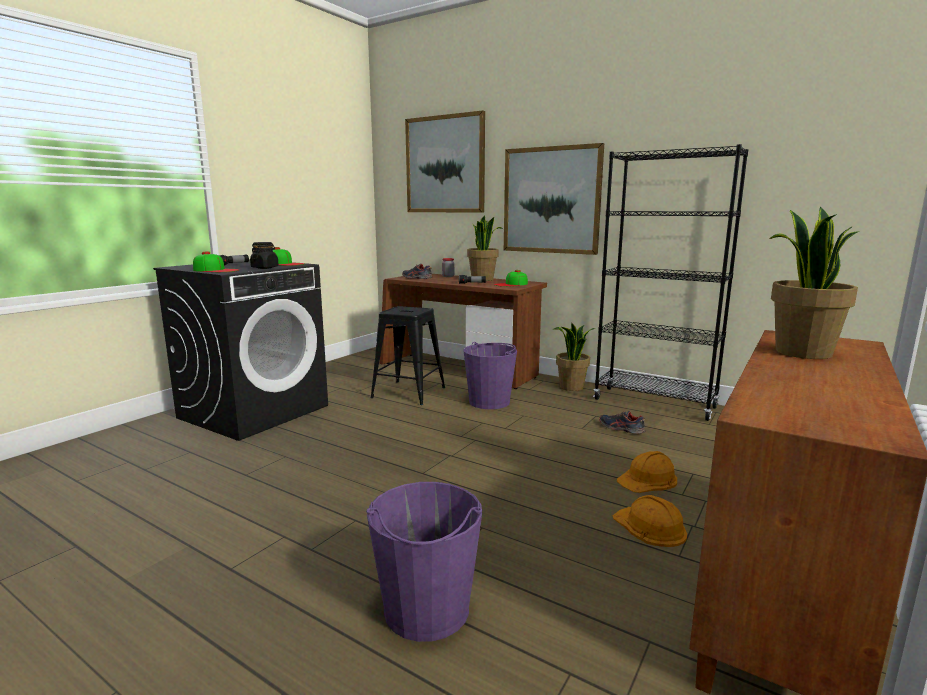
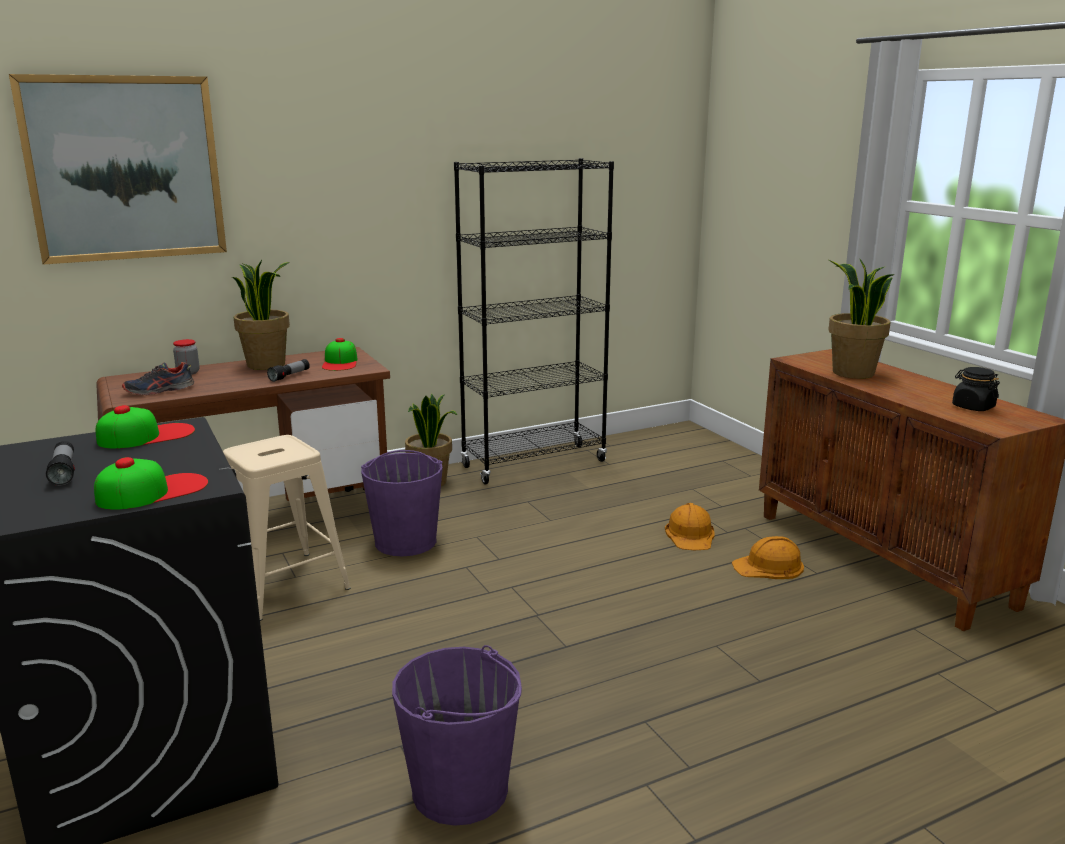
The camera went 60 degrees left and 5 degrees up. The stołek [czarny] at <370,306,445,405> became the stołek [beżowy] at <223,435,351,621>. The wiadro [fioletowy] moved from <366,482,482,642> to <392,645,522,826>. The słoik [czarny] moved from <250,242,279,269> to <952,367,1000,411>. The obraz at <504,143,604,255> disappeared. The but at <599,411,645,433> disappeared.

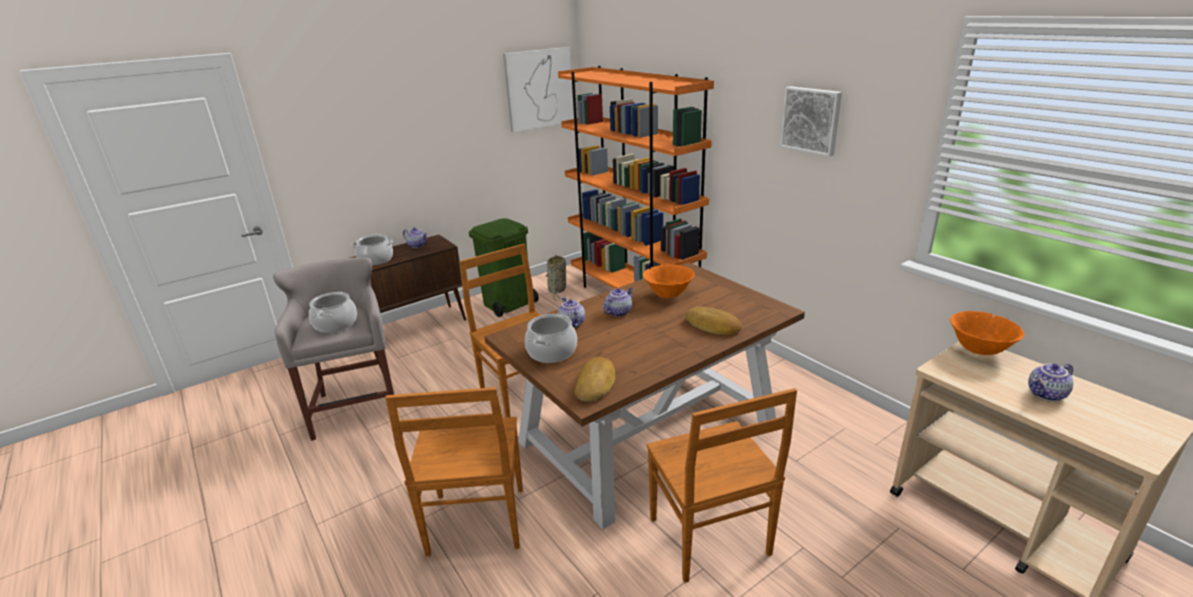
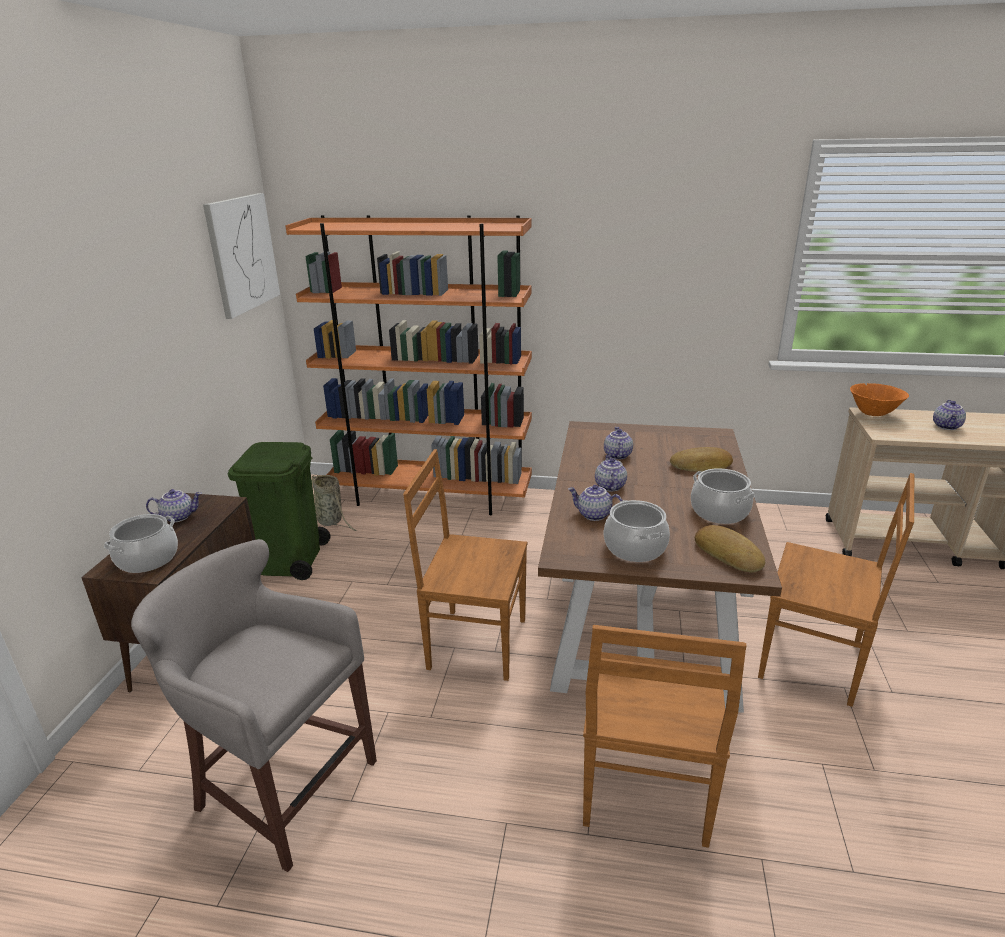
The camera went 45 degrees left and 0 degrees up. The krzesło [brązowy] at <385,387,523,557> turned 60 degrees clockwise. The miska [pomarańczowy] at <643,264,694,298> was replaced by the imbryk at <604,427,633,460>. The garnek moved from <309,292,357,333> to <691,468,755,524>. The obraz at <780,86,842,157> disappeared.

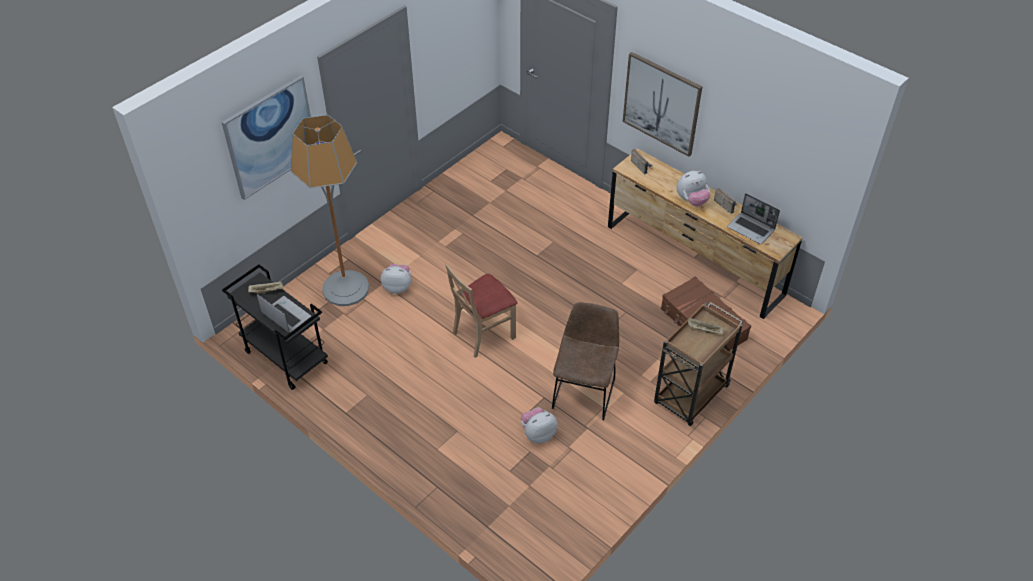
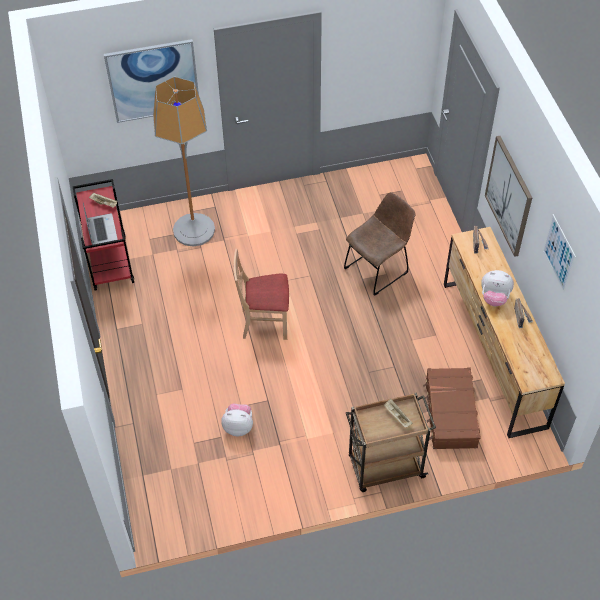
The camera went 35 degrees right and 5 degrees up. The wózek [czarny] at <222,264,328,390> became the wózek [czerwony] at <72,179,134,291>. The krzesło [brązowy] moved from <552,302,619,420> to <344,192,416,296>. The obraz at <543,214,576,293> appeared. The pluszak at <381,264,411,294> disappeared. The laptop at <727,193,780,244> disappeared.

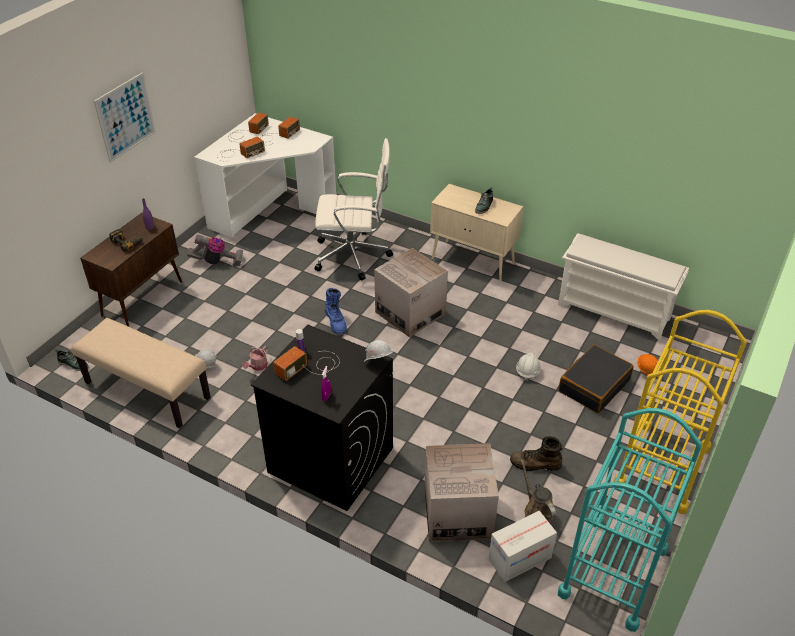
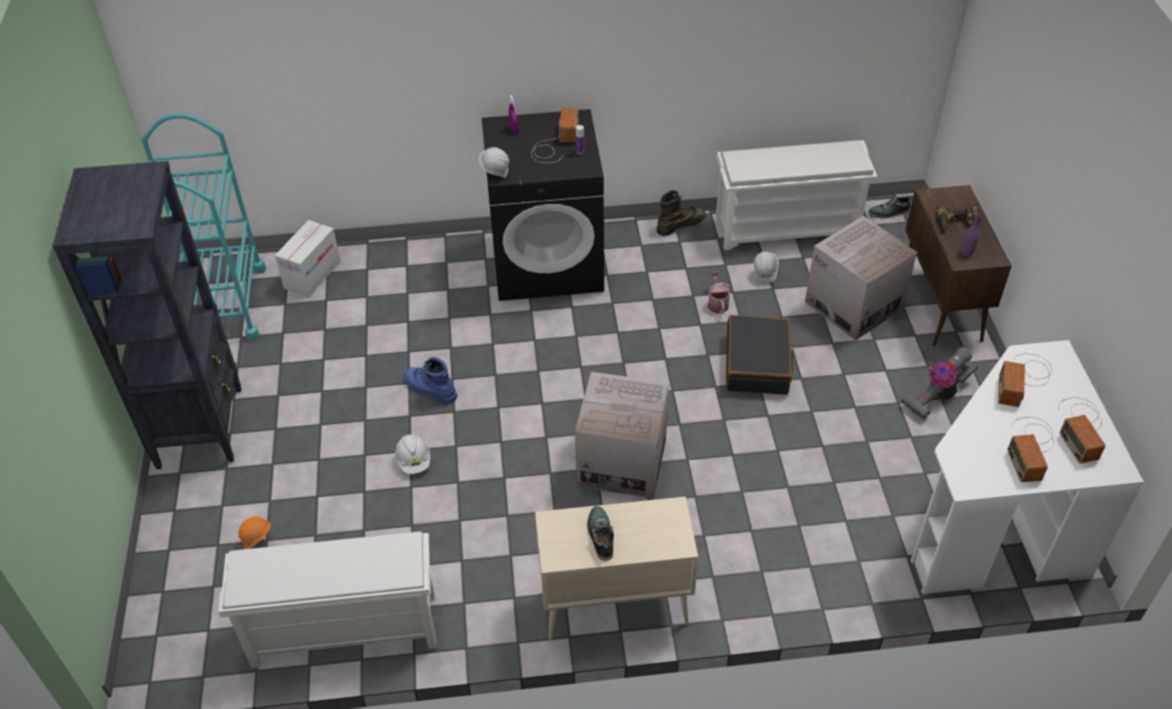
The camera went 145 degrees right and 5 degrees up. The wózek [żółty] at <614,310,747,514> was replaced by the regał [czarny] at <53,161,241,469>. The but z cholewką [niebieski] moved from <325,288,347,334> to <404,357,457,404>. The but z cholewką [brązowy] moved from <510,436,563,471> to <657,190,706,236>. The ławka [beżowy] at <71,318,211,428> was replaced by the regał na buty [biały] at <716,140,878,250>. The walizka [czarny] moved from <559,345,634,413> to <726,315,795,395>. The karton moved from <424,443,499,542> to <805,216,917,341>. The obraz at <94,73,156,163> disappeared. The krzesło biurowe [biały] at <314,138,393,280> disappeared. The konewka [brązowy] at <521,460,556,523> disappeared.

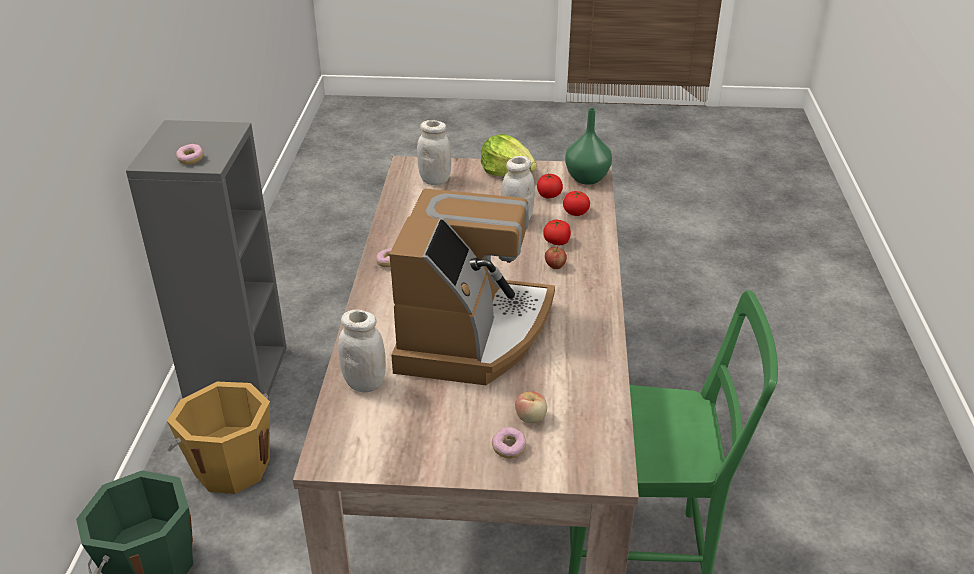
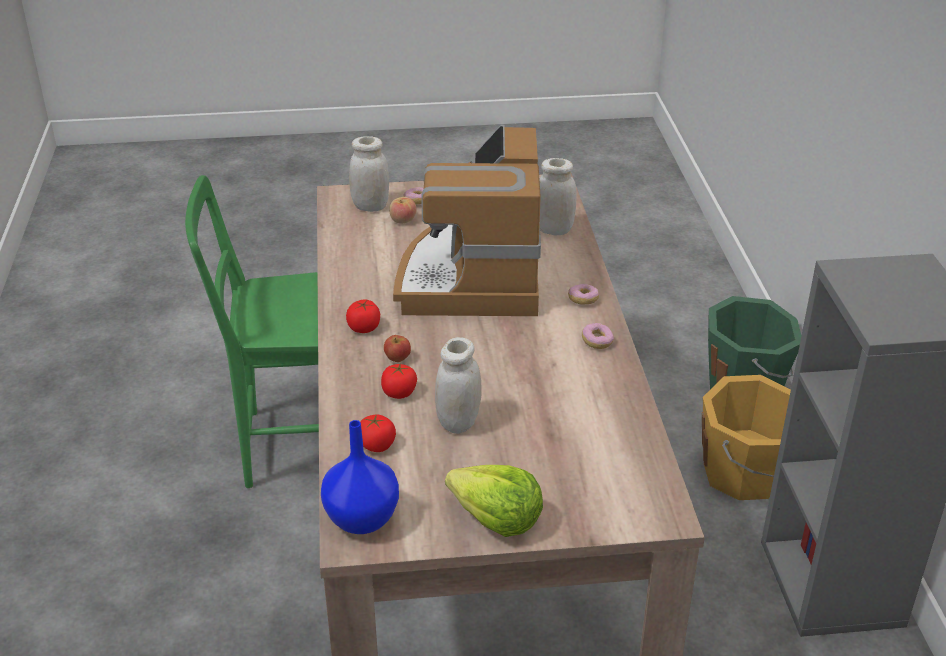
The camera went 170 degrees right and 0 degrees up. The wazon [zielony] at <565,108,612,185> became the wazon [niebieski] at <321,420,399,534>. The pomidor moved from <537,174,563,198> to <346,299,380,333>. The słoik [biały] moved from <417,120,451,185> to <349,136,389,212>. The donut moved from <176,144,204,165> to <568,284,599,305>.

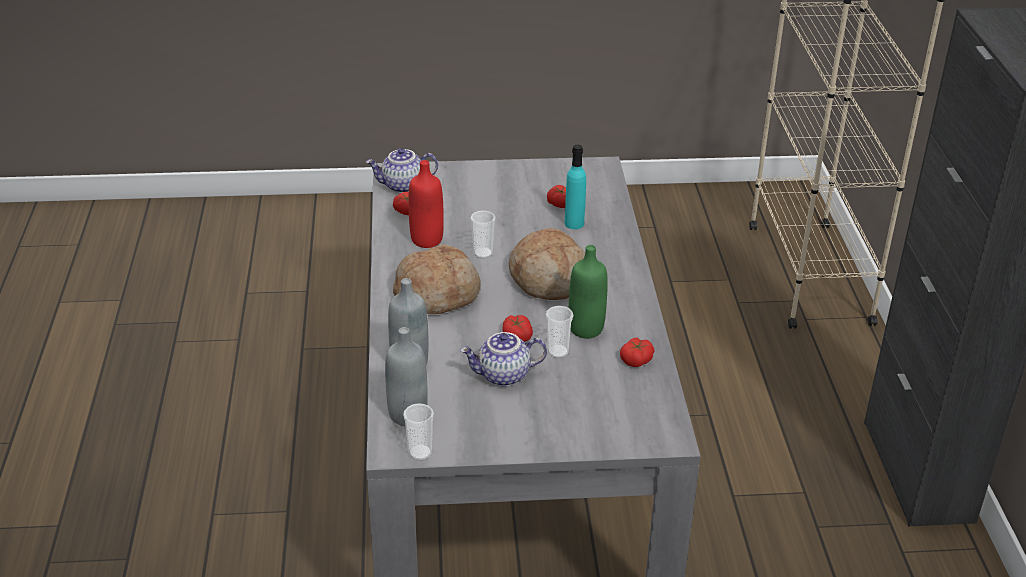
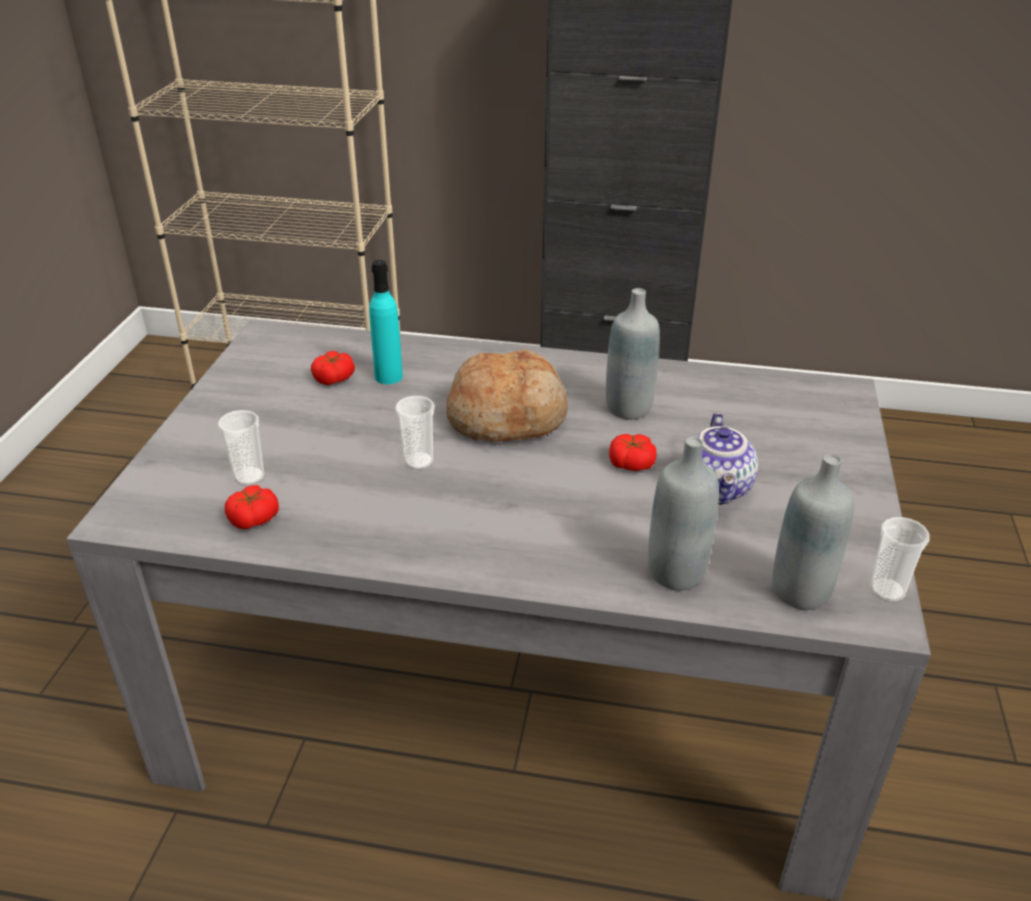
The camera went 75 degrees left and 0 degrees up. The filiżanka moved from <546,306,573,358> to <218,410,264,486>. The butelka [zielony] at <569,245,608,339> became the butelka [szary] at <606,288,660,420>. The imbryk at <366,148,438,193> disappeared. The chleb at <393,244,481,314> disappeared. The butelka [czerwony] at <408,160,444,248> disappeared. The pomidor at <620,338,655,367> disappeared.

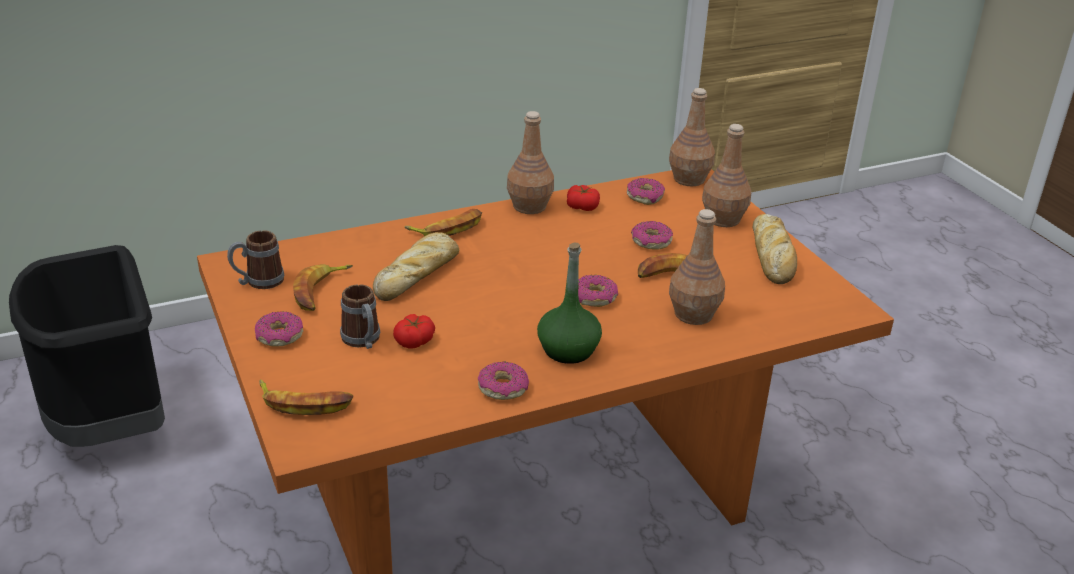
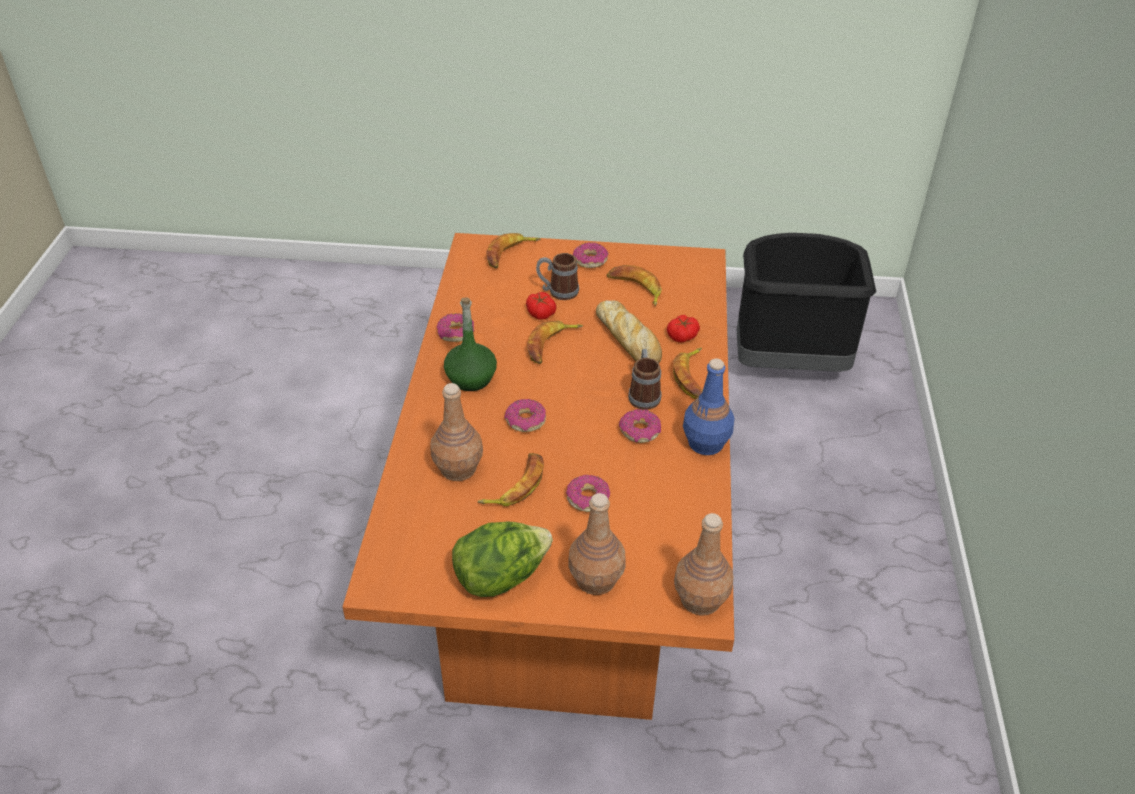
The camera went 120 degrees right and 10 degrees up. The chleb at <753,214,797,284> was replaced by the sałata at <452,522,553,597>. The banan at <527,321,583,364> appeared. The donut moved from <627,178,665,205> to <619,409,661,443>. The kubek moved from <227,230,284,289> to <628,349,661,410>. The pomidor moved from <567,185,600,211> to <667,315,700,342>. The butelka [brązowy] at <507,111,554,214> became the butelka [niebieski] at <683,359,734,455>.

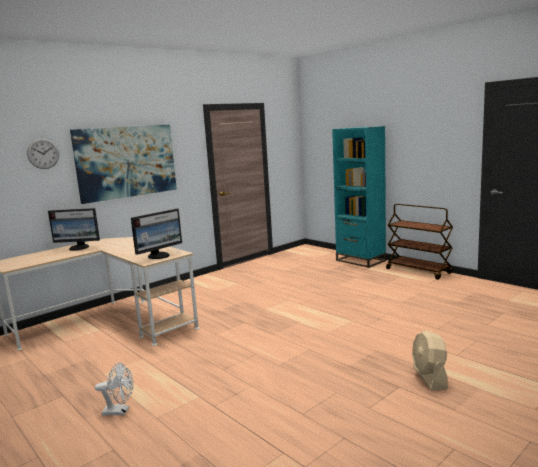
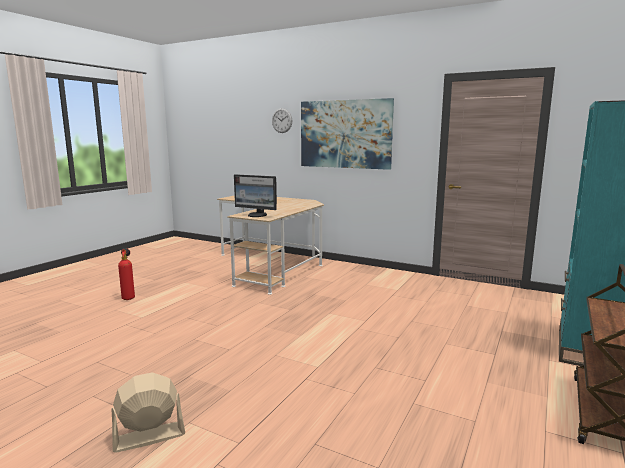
The camera went 70 degrees right and 0 degrees up. The wentylator [biały] at <95,362,133,415> was replaced by the gaśnica at <118,248,135,300>. The monitor at <48,208,100,251> disappeared.

